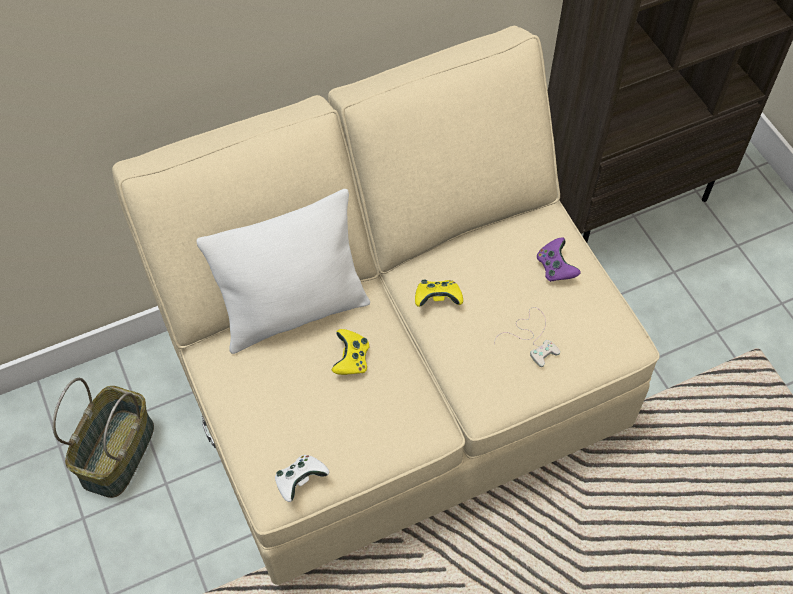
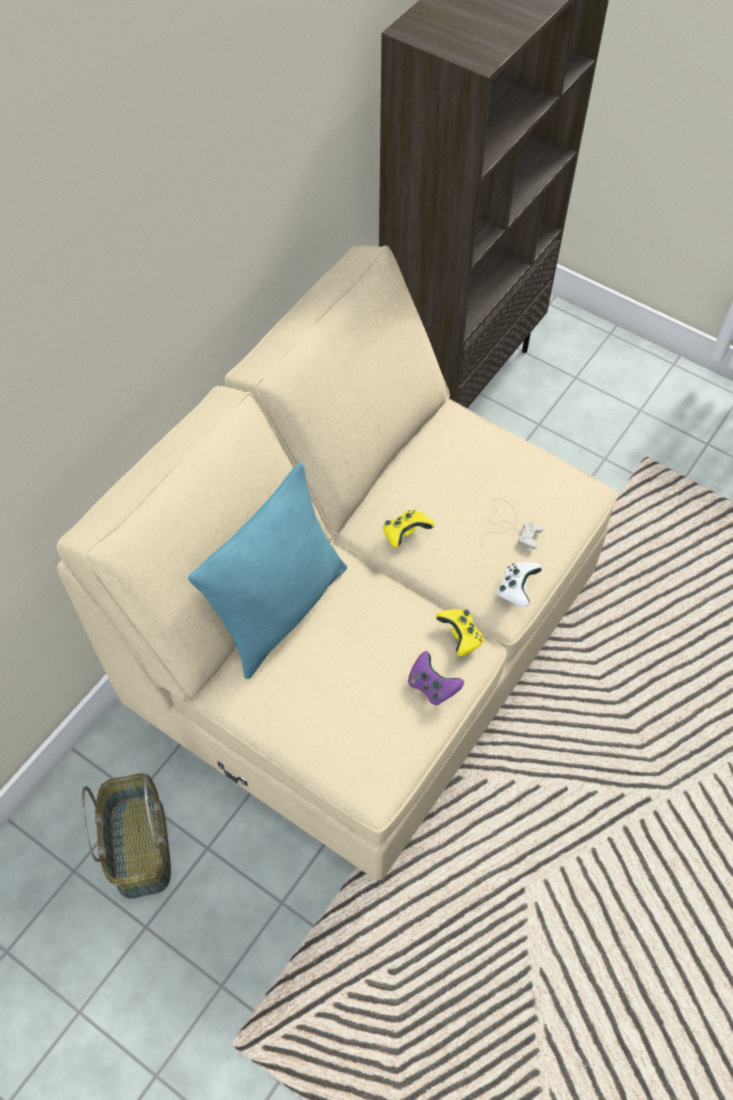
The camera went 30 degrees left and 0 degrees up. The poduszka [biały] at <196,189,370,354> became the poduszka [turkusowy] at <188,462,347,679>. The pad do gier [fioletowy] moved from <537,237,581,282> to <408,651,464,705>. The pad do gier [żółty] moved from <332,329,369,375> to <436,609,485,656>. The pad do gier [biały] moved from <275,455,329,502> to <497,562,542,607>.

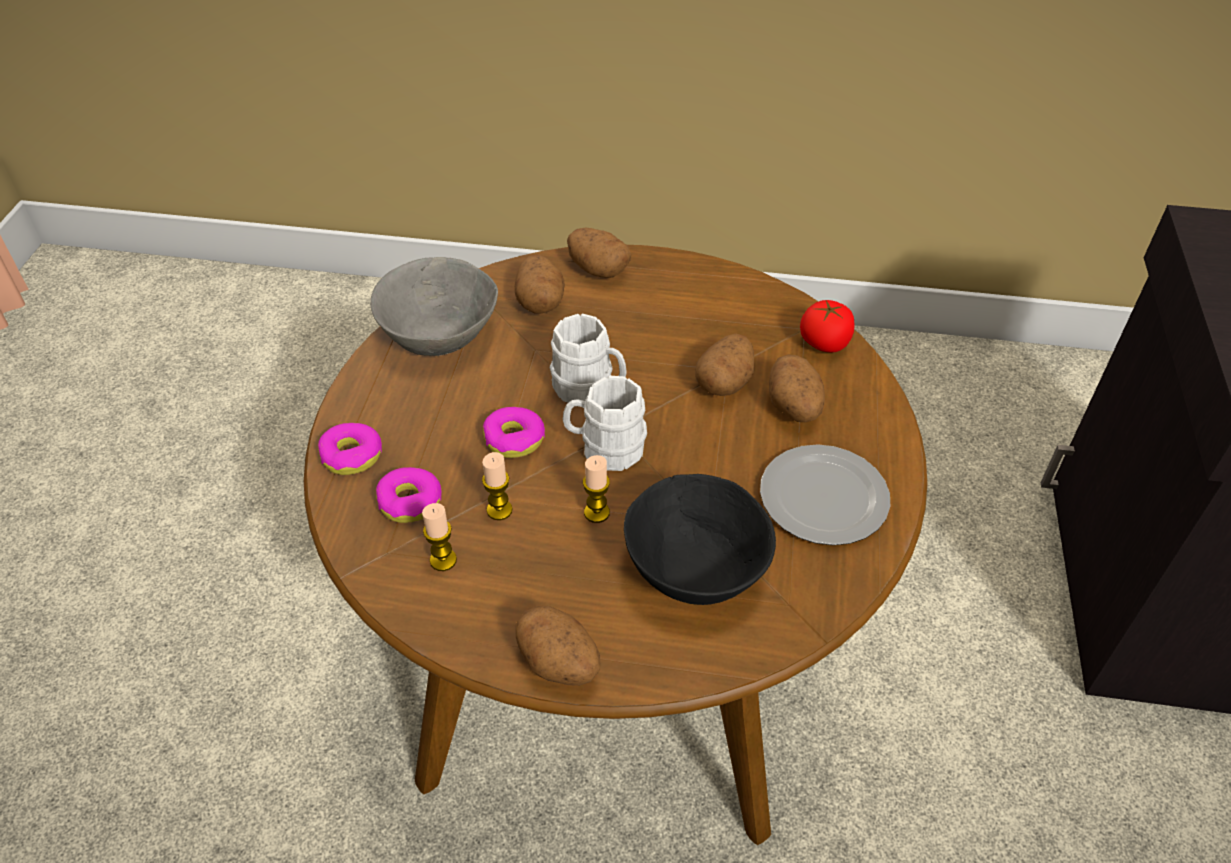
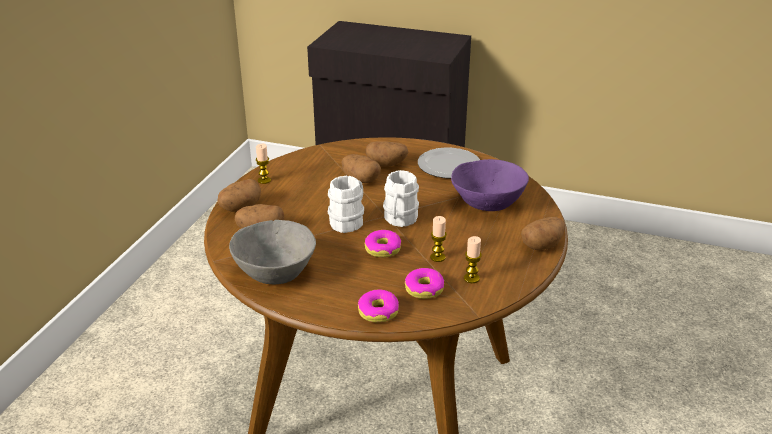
The camera went 80 degrees left and 15 degrees down. The świeca moved from <583,455,610,523> to <256,144,271,184>. The miska [czarny] at <624,474,776,605> became the miska [fioletowy] at <451,159,529,211>. The pomidor at <800,300,854,352> disappeared.

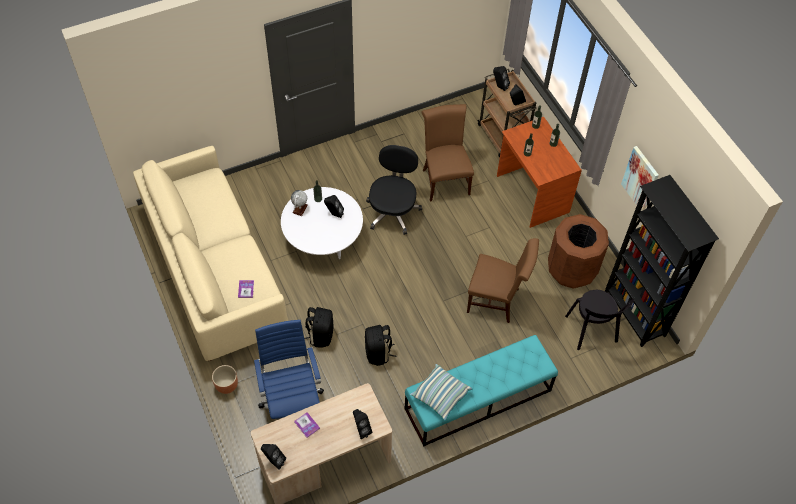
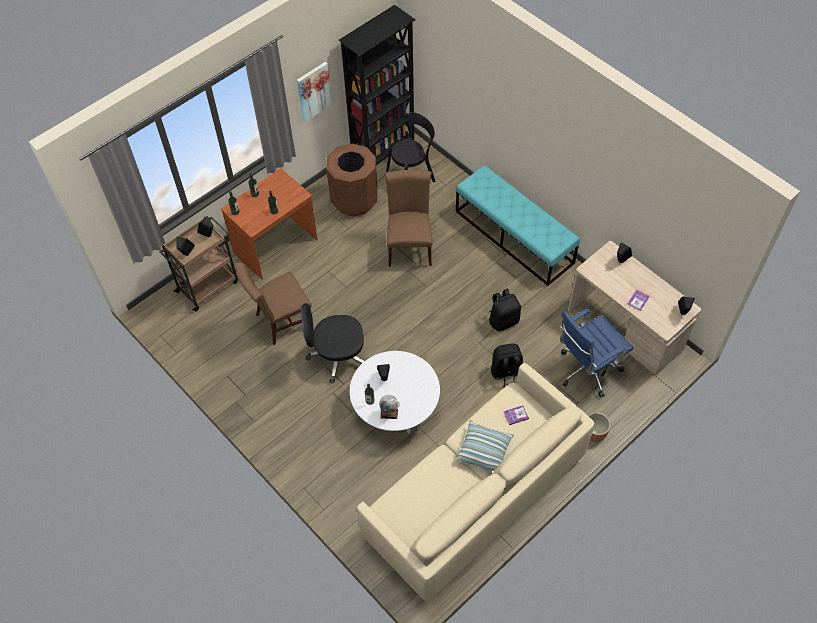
The camera went 105 degrees left and 0 degrees up. The poduszka moved from <410,364,473,421> to <456,420,514,471>.

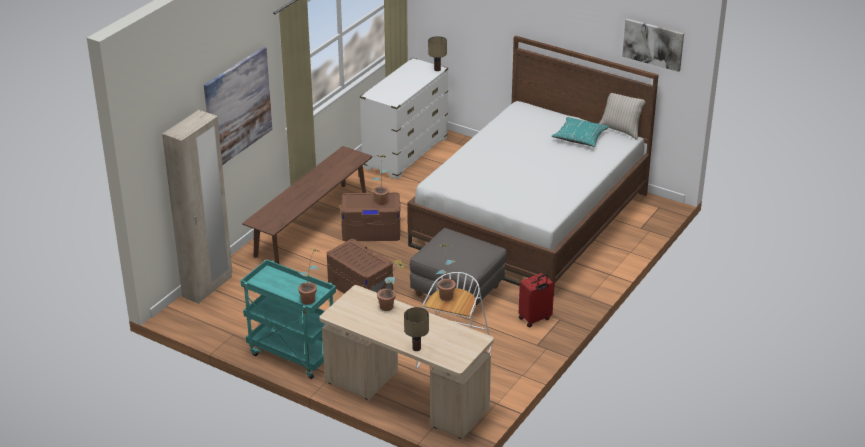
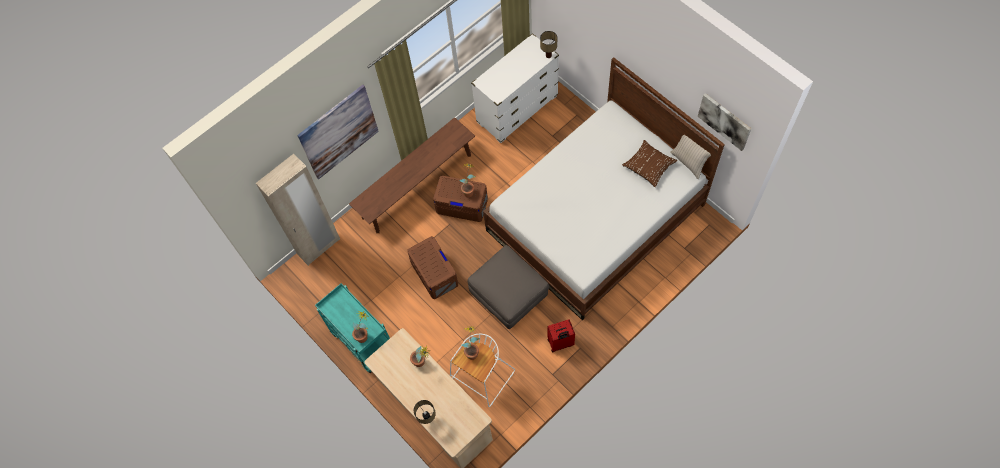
The camera went 20 degrees right and 30 degrees up. The poduszka [turkusowy] at <552,117,609,147> became the poduszka [brązowy] at <622,140,677,187>.

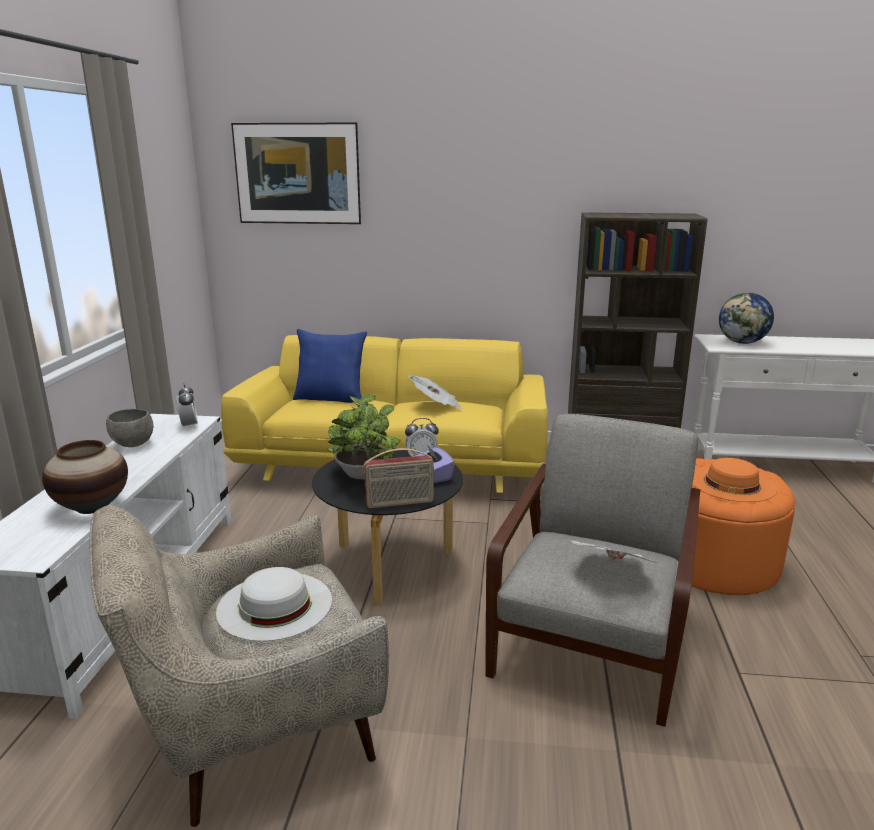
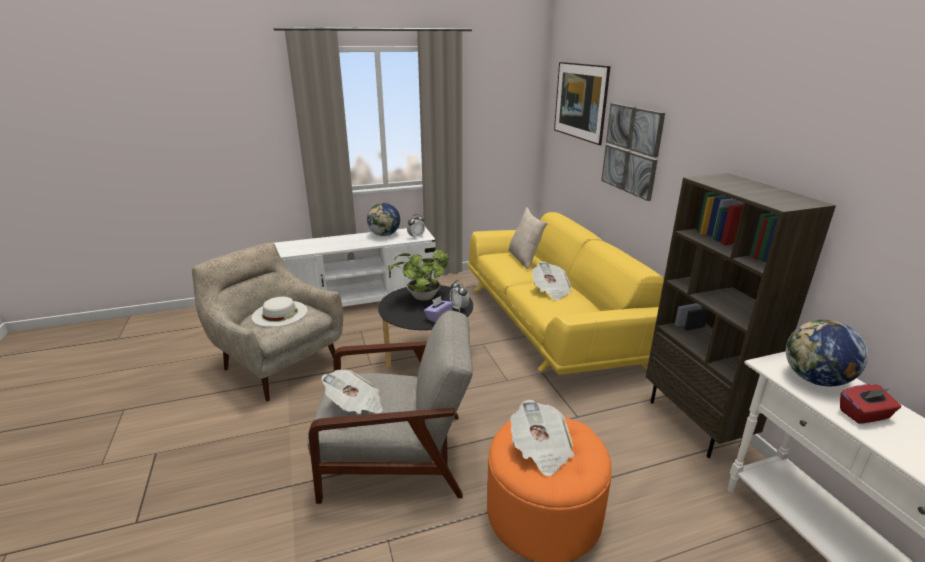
The camera went 65 degrees right and 5 degrees up. The miska [szary] at <106,409,154,447> was replaced by the globus at <367,203,400,236>. The poduszka [niebieski] at <293,329,367,403> became the poduszka [beżowy] at <508,207,548,269>. The kapelusz [pomarańczowy] at <692,458,777,502> was replaced by the gazeta at <510,400,574,477>. The obraz at <601,103,665,201> appeared. The pudełko chusteczek [czerwony] at <840,384,901,424> appeared. The wazon at <42,440,128,514> disappeared. The radio at <363,448,434,508> disappeared.

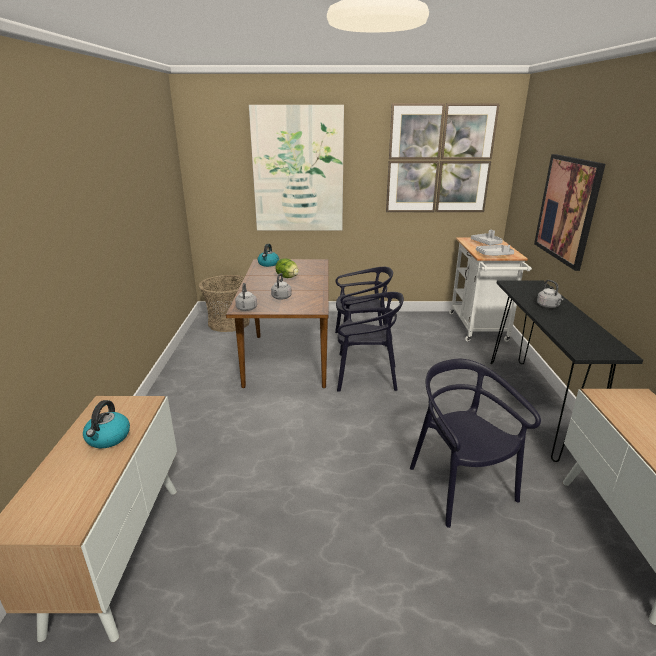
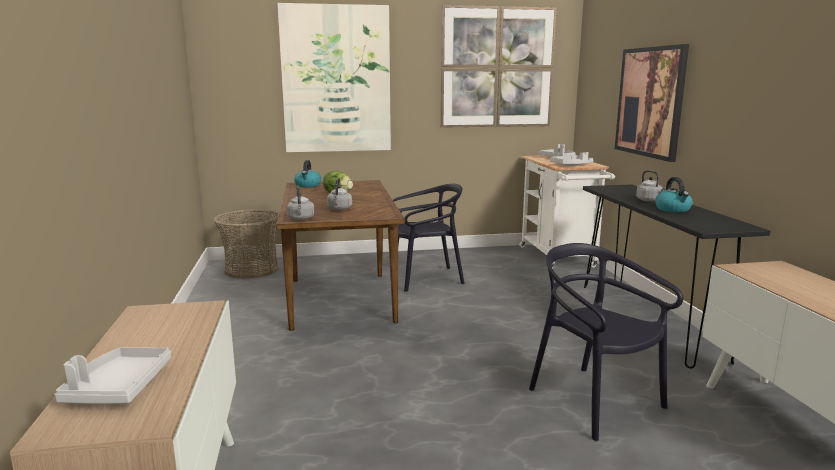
The camera went 10 degrees left and 10 degrees down. The taca [szary] at <54,347,171,404> appeared. The czajnik moved from <83,400,130,448> to <655,177,693,213>. The krzesło [czarny] at <337,292,404,392> disappeared.

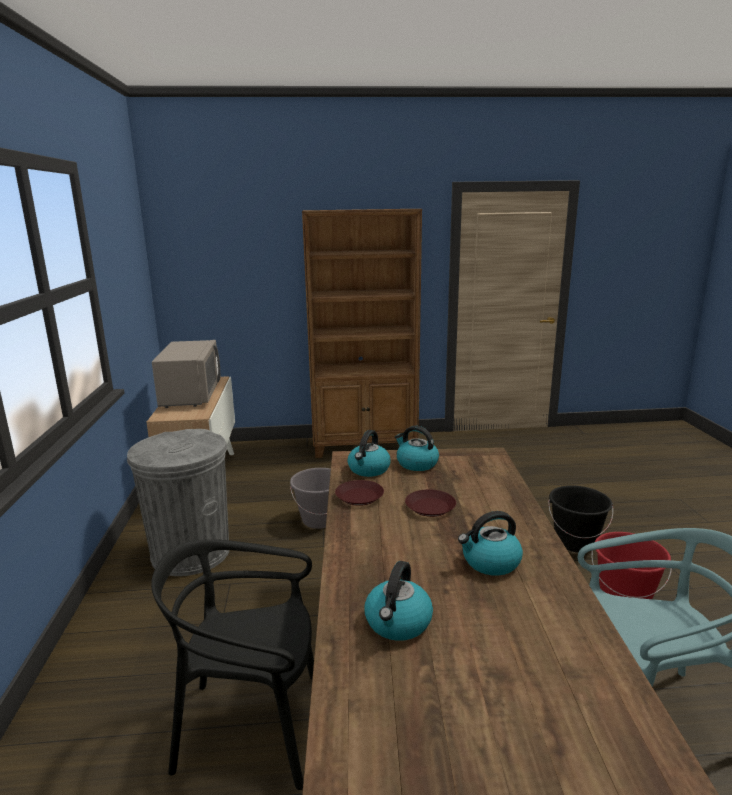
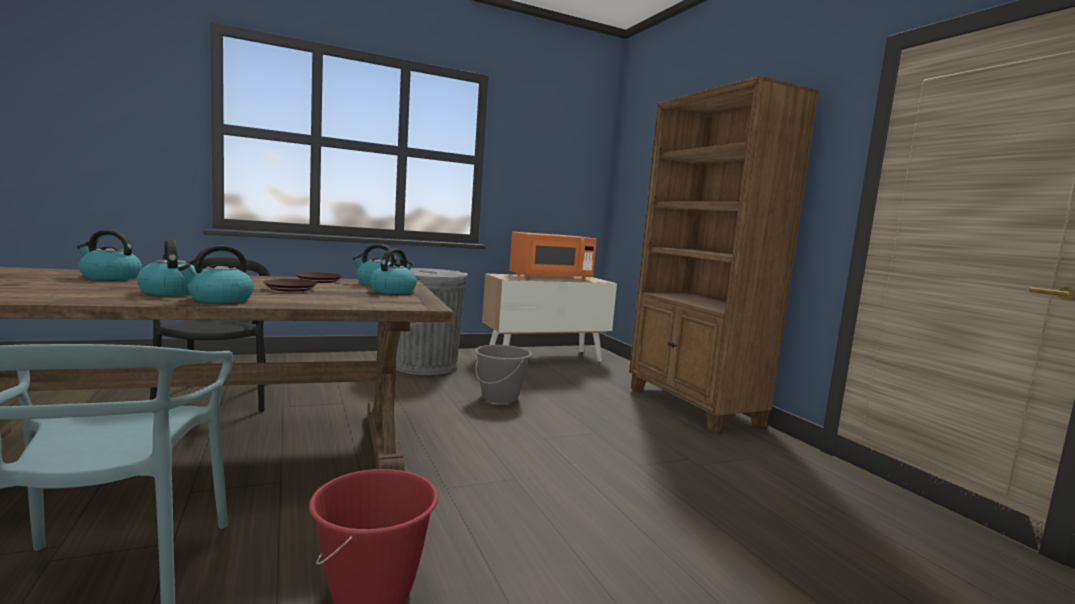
The camera went 70 degrees right and 10 degrees down. The czajnik at <178,245,254,303> appeared. The mikrofalówka [szary] at <152,340,220,408> became the mikrofalówka [pomarańczowy] at <509,232,597,280>. The wiadro [czarny] at <548,485,613,553> disappeared.

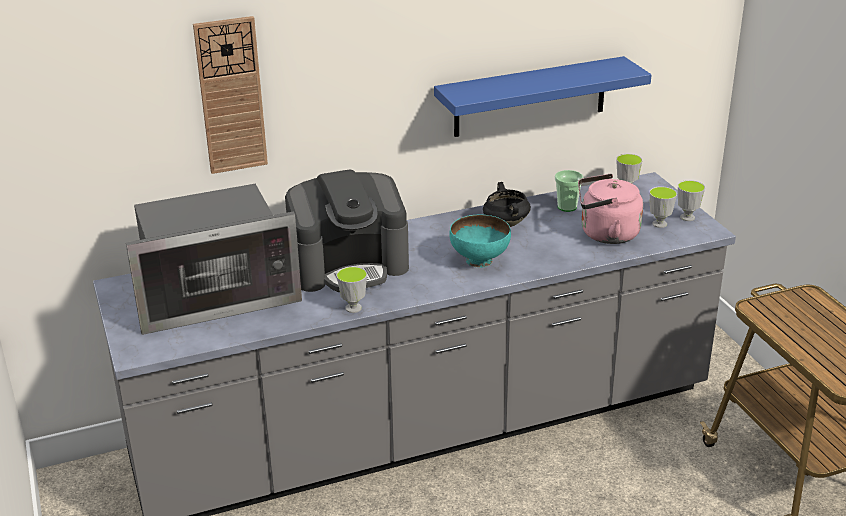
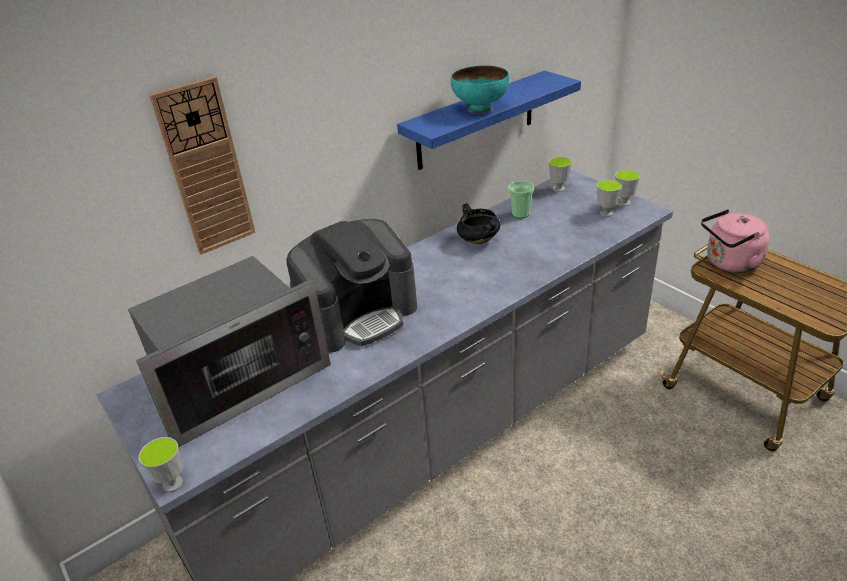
The camera went 15 degrees left and 5 degrees up. The filiżanka moved from <336,266,367,313> to <139,437,183,492>. The miska [turkusowy] moved from <449,215,511,268> to <451,65,509,114>. The czajnik [różowy] moved from <578,174,643,244> to <701,209,769,273>.

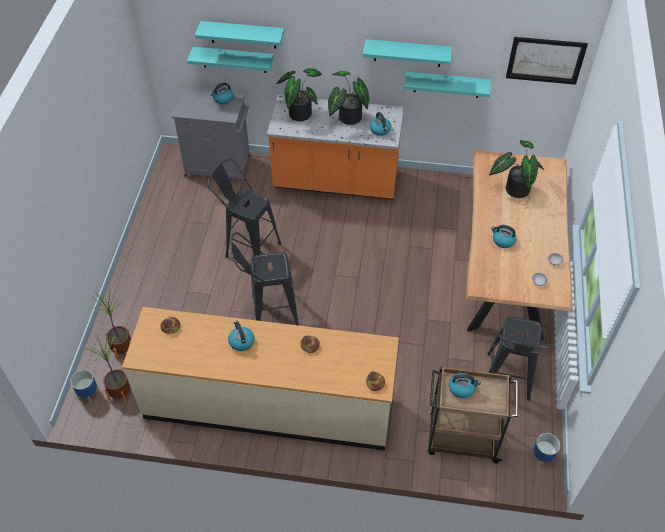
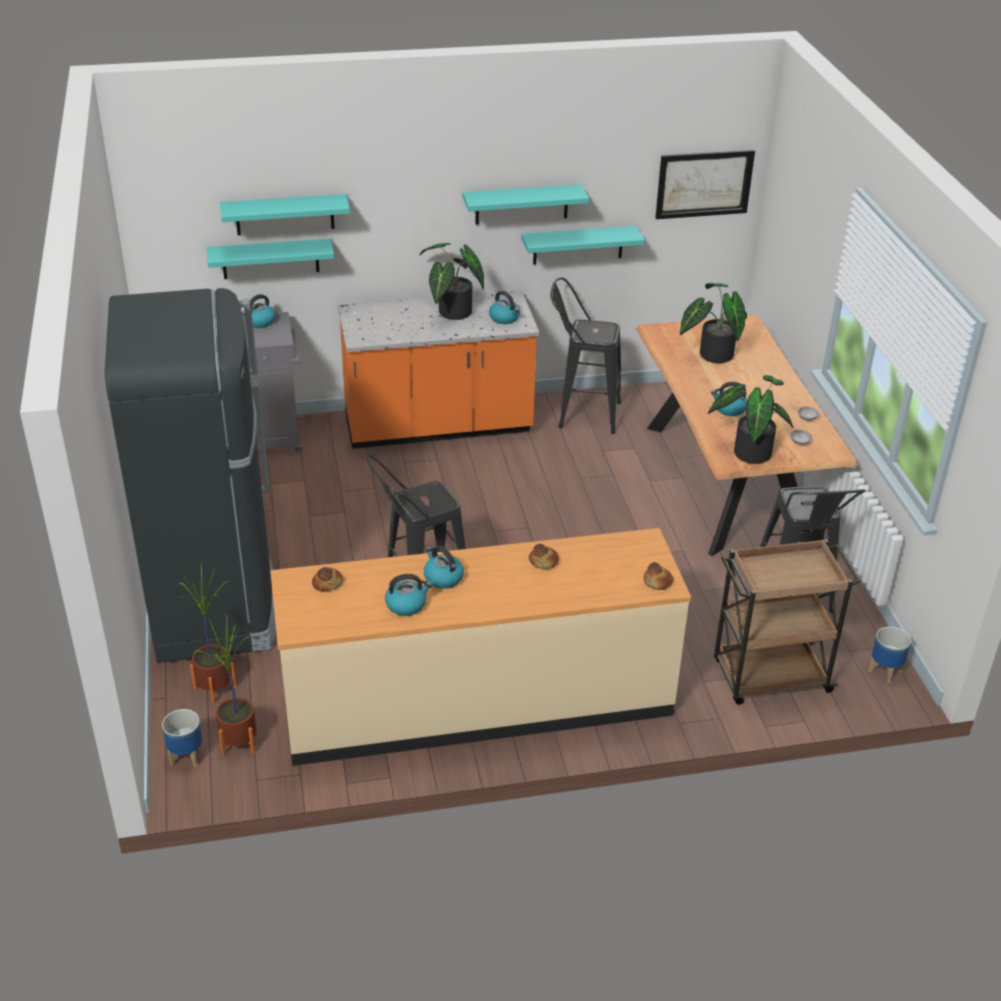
The camera went 20 degrees left and 15 degrees down. The lodówka [czarny] at <105,288,276,663> appeared. The czajnik moved from <449,373,481,398> to <385,574,432,616>. The stołek [czarny] moved from <208,159,281,258> to <551,277,621,434>. The roślina doniczkowa moved from <276,68,322,121> to <708,375,793,464>.

